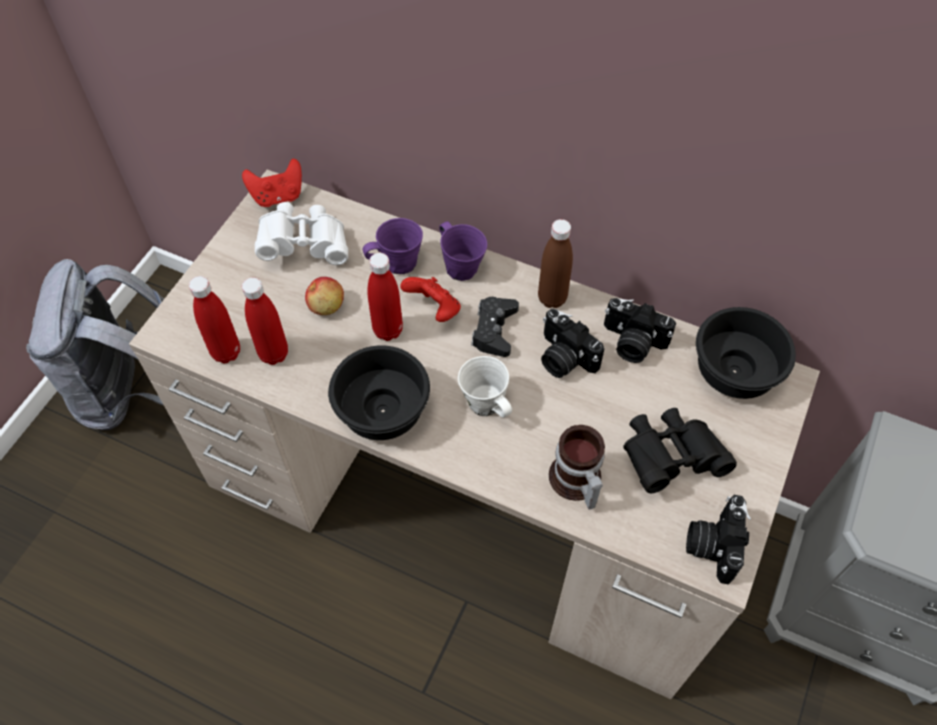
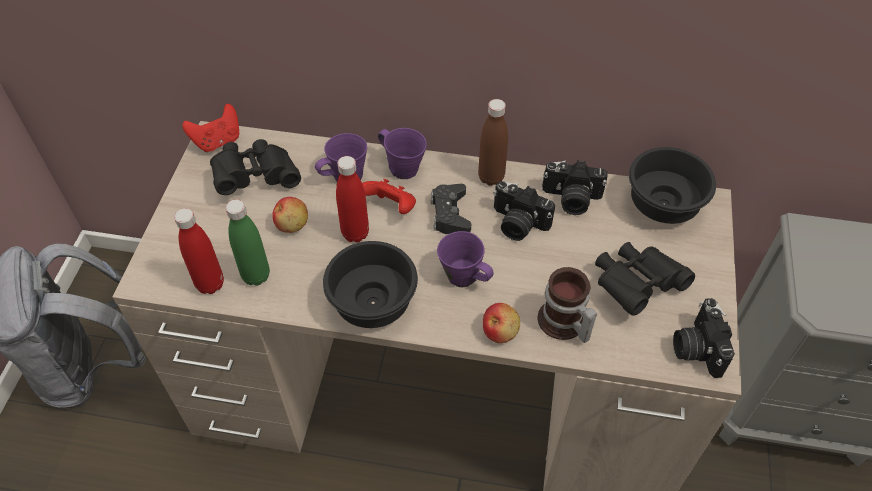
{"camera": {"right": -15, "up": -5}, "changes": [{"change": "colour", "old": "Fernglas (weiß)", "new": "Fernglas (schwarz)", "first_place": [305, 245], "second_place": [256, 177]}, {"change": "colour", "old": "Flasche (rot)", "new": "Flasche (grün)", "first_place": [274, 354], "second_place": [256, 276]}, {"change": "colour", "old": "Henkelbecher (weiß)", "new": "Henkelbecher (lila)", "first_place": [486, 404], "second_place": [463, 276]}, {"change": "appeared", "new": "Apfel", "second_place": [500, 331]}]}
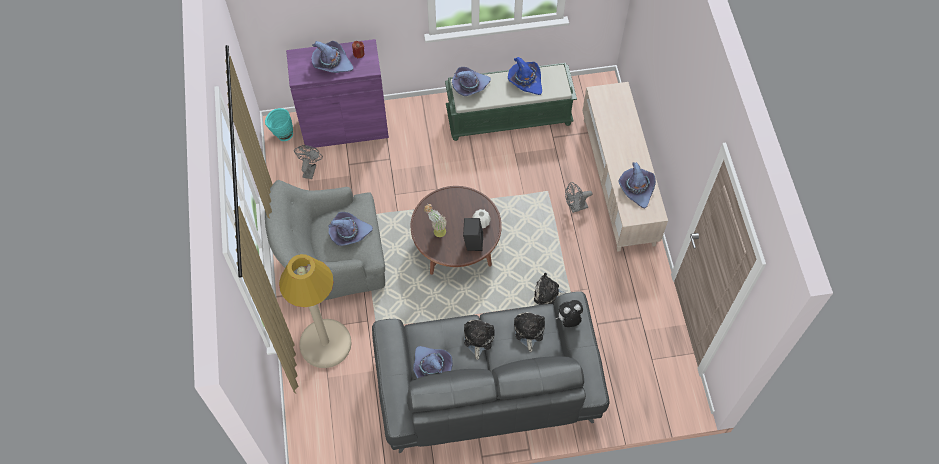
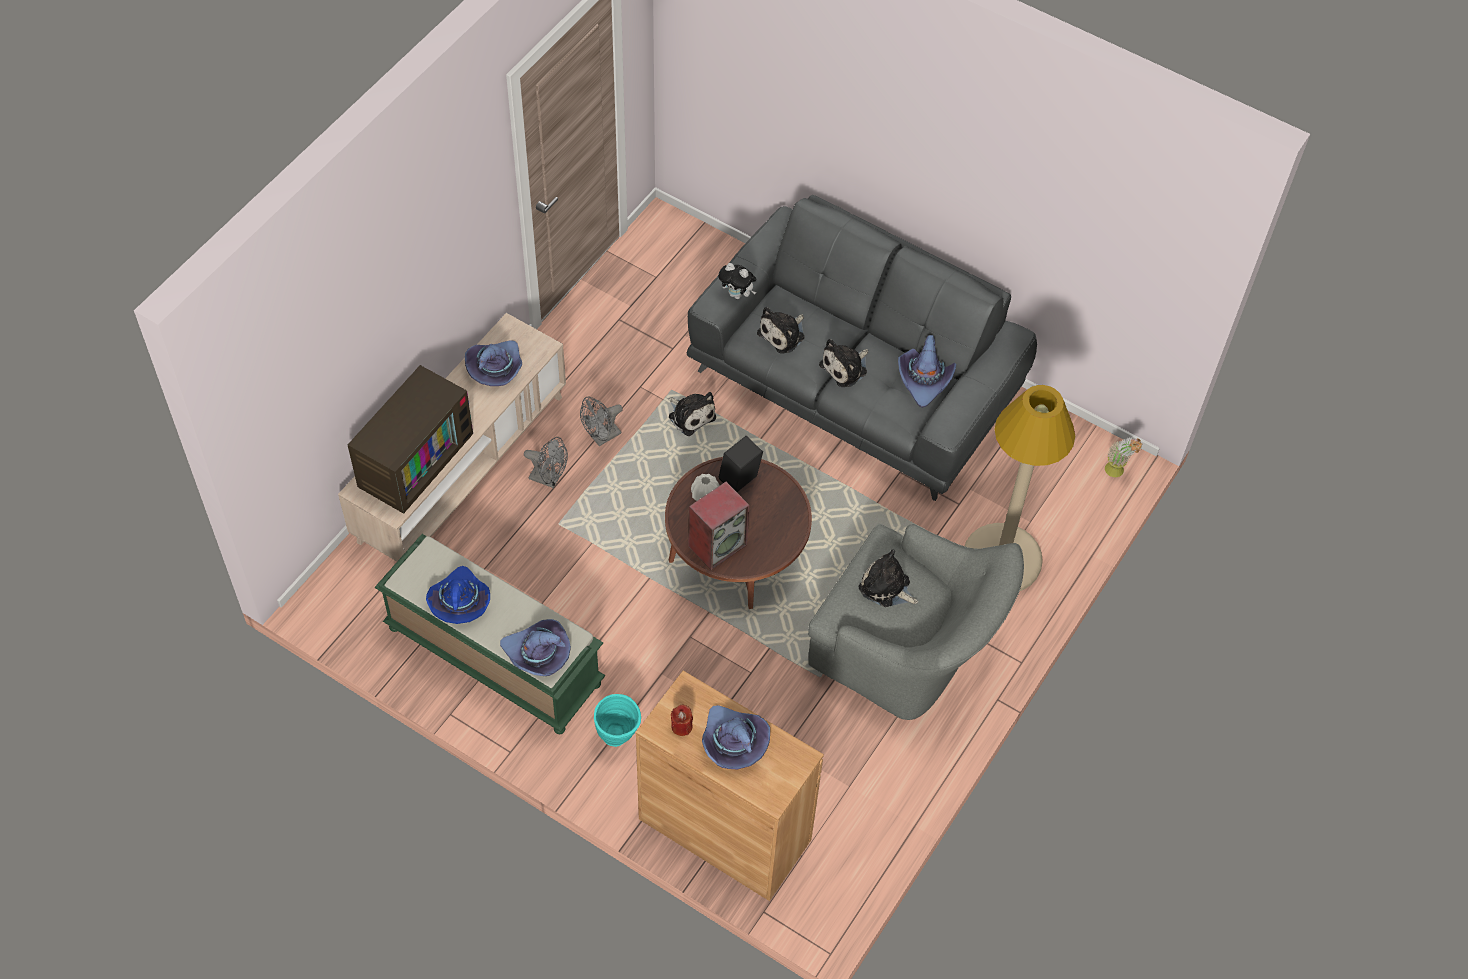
{"camera": {"right": -140, "up": -5}, "changes": [{"change": "colour", "old": "Schrank (lila)", "new": "Schrank (braun)", "first_place": [345, 126], "second_place": [724, 829]}, {"change": "relocated", "old": "Vase (türkis)", "first_place": [282, 135], "second_place": [618, 739]}, {"change": "relocated", "old": "Ventilator (grau)", "first_place": [310, 169], "second_place": [602, 437]}, {"change": "relocated", "old": "Topfpflanze", "first_place": [436, 231], "second_place": [1117, 473]}, {"change": "exchanged", "old": "Hut (lila)", "new": "Plüschtier", "first_place": [349, 233], "second_place": [886, 587]}, {"change": "appeared", "new": "Fernseher", "second_place": [413, 457]}, {"change": "appeared", "new": "Lautsprecher", "second_place": [717, 545]}]}
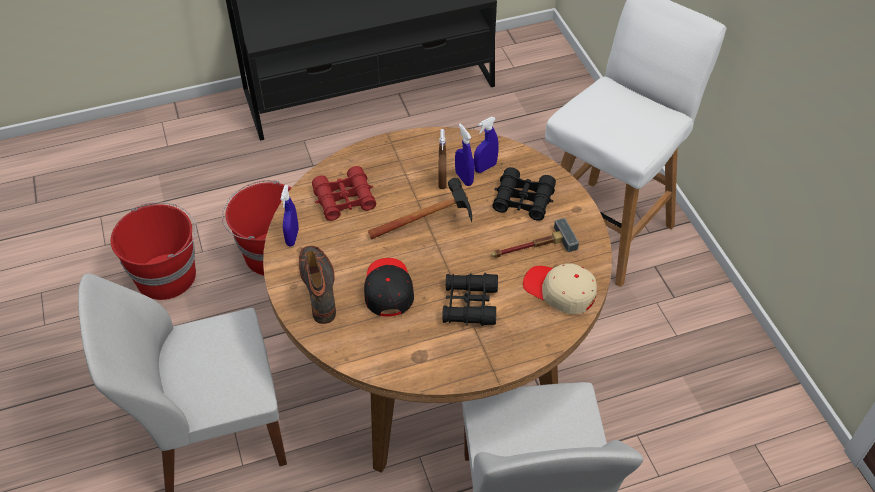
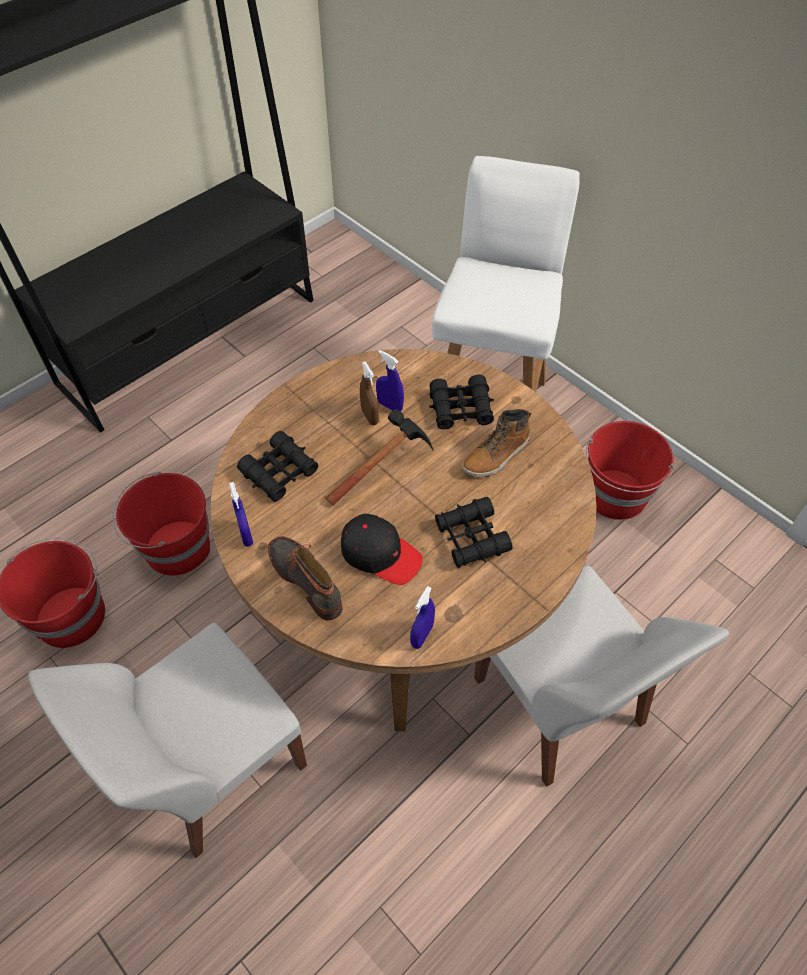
{"camera": {"right": -25, "up": 5}, "changes": [{"change": "relocated", "old": "Sprühflasche (blau)", "first_place": [485, 167], "second_place": [422, 635]}, {"change": "colour", "old": "Fernglas (rot)", "new": "Fernglas (schwarz)", "first_place": [345, 199], "second_place": [279, 472]}, {"change": "exchanged", "old": "Hammer", "new": "Stiefel", "first_place": [531, 248], "second_place": [496, 455]}, {"change": "spun", "old": "Kappe (schwarz)", "first_place": [388, 289], "second_place": [380, 554], "degrees": 150}, {"change": "missing", "old": "Kappe (beige)", "first_place": [559, 291]}, {"change": "appeared", "new": "Eimer (rot)", "second_place": [615, 495]}]}
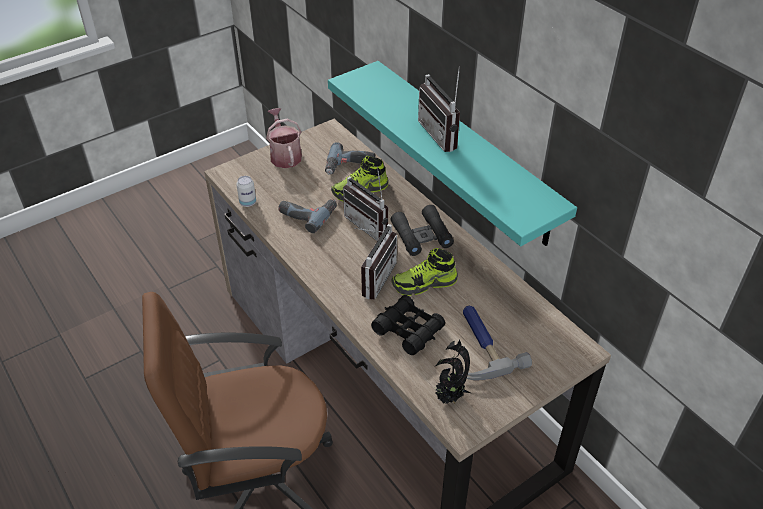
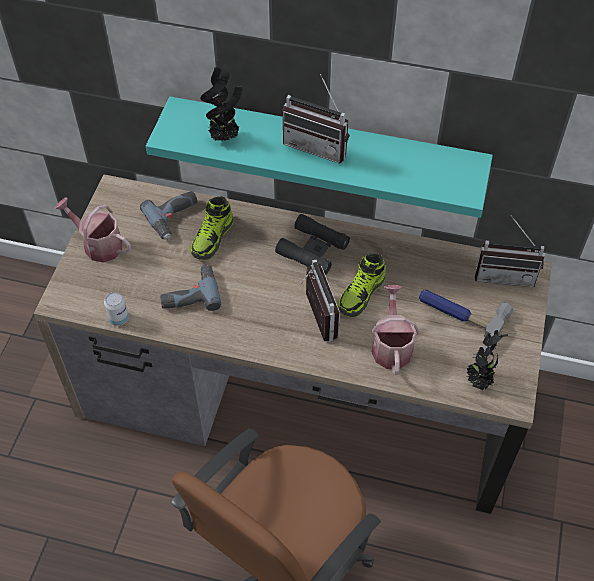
{"camera": {"right": -40, "up": 10}, "changes": [{"change": "relocated", "old": "Radio", "first_place": [371, 224], "second_place": [505, 273]}, {"change": "exchanged", "old": "Fernglas (schwarz)", "new": "Gießkanne", "first_place": [408, 330], "second_place": [391, 346]}, {"change": "appeared", "new": "Topfpflanze", "second_place": [225, 137]}]}
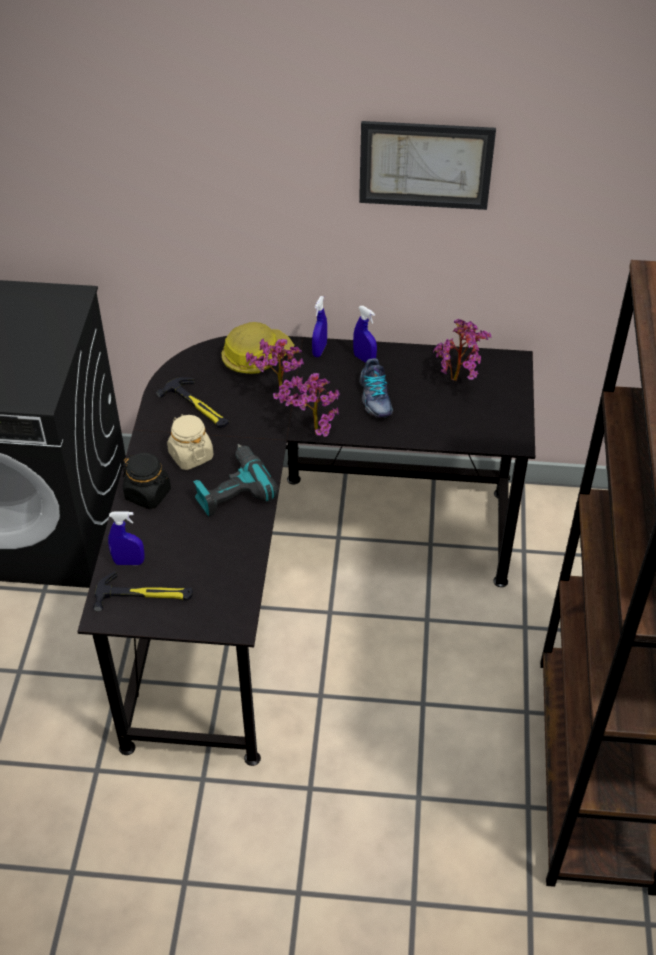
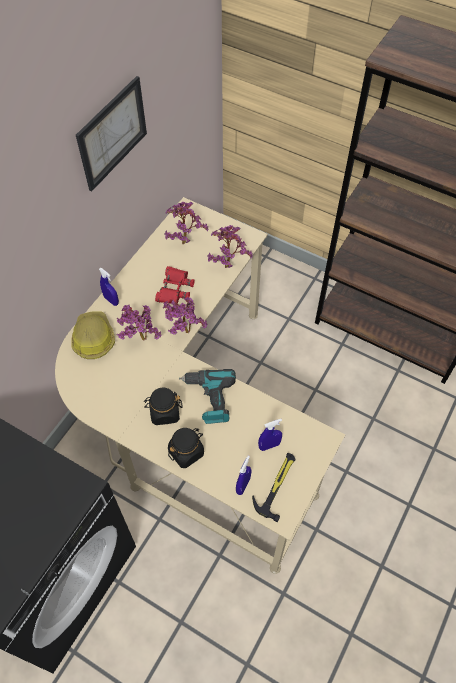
{"camera": {"right": -65, "up": 10}, "changes": [{"change": "relocated", "old": "Sprühflasche (blau)", "first_place": [364, 359], "second_place": [269, 445]}, {"change": "colour", "old": "Schreibtisch (schwarz)", "new": "Schreibtisch (beige)", "first_place": [293, 576], "second_place": [192, 419]}, {"change": "exchanged", "old": "Schuh", "new": "Fernglas (rot)", "first_place": [374, 398], "second_place": [174, 289]}, {"change": "missing", "old": "Hammer", "first_place": [197, 406]}, {"change": "colour", "old": "Vorratsglas (beige)", "new": "Vorratsglas (schwarz)", "first_place": [190, 455], "second_place": [164, 412]}, {"change": "appeared", "new": "Topfpflanze", "second_place": [228, 264]}]}
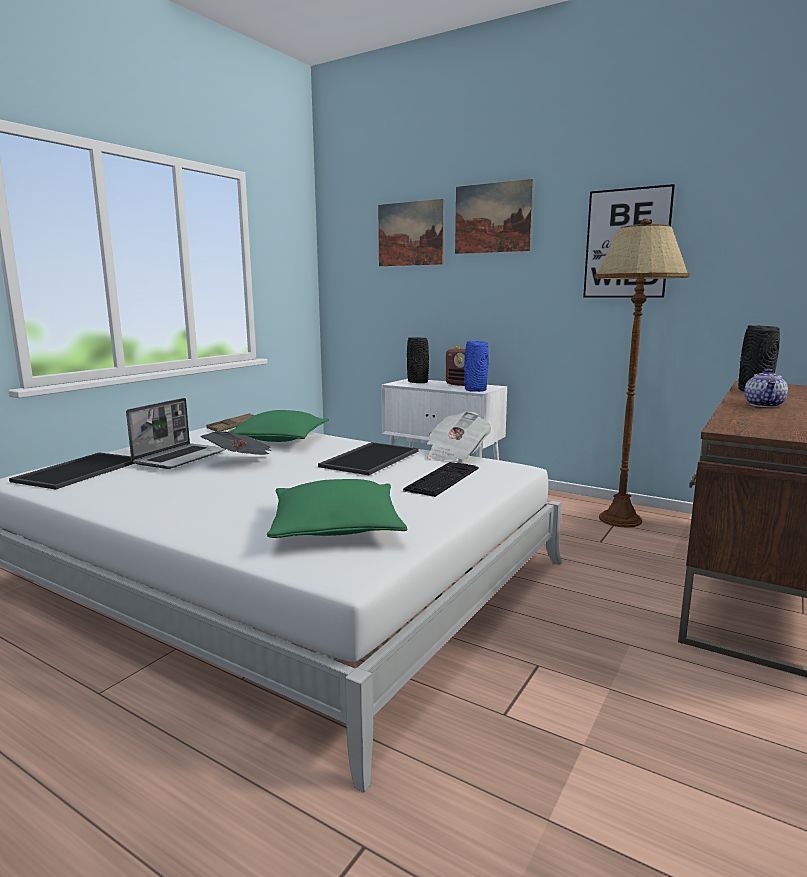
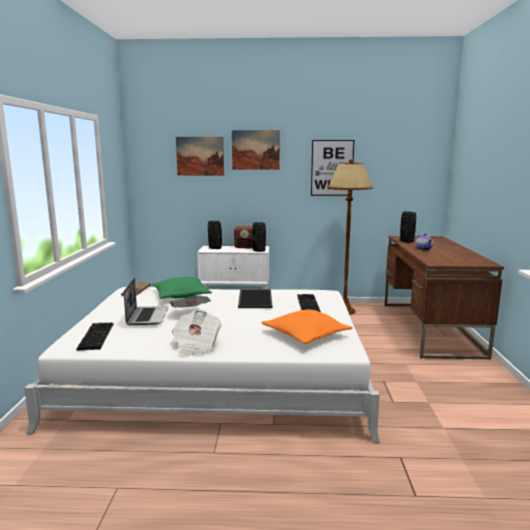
{"camera": {"right": -30, "up": 0}, "changes": [{"change": "colour", "old": "Vase (blau)", "new": "Vase (schwarz)", "first_place": [475, 390], "second_place": [259, 250]}, {"change": "relocated", "old": "Zeitung", "first_place": [455, 454], "second_place": [196, 346]}, {"change": "exchanged", "old": "Tablett", "new": "Tastatur", "first_place": [79, 470], "second_place": [95, 336]}, {"change": "colour", "old": "Kissen (grün)", "new": "Kissen (orange)", "first_place": [336, 527], "second_place": [306, 335]}]}
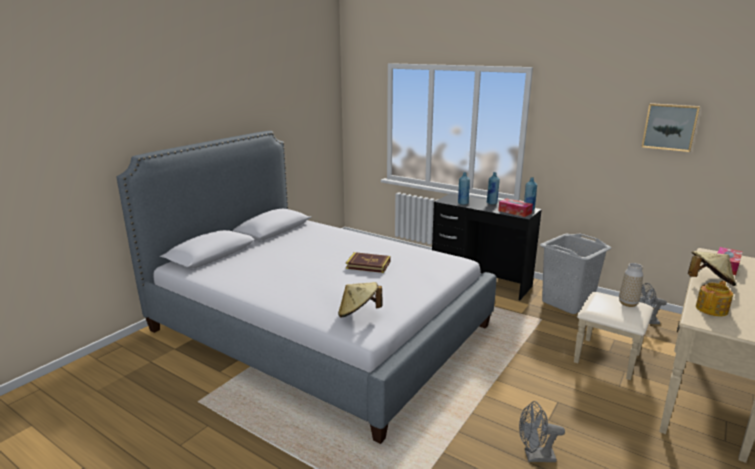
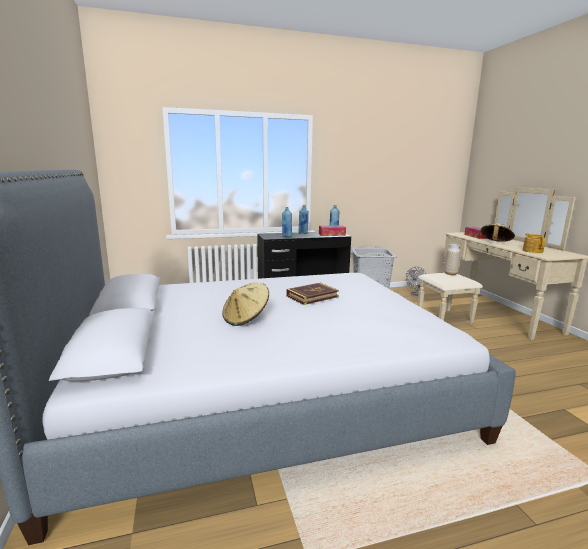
{"camera": {"right": -50, "up": -5}, "changes": [{"change": "missing", "old": "Bild", "first_place": [670, 127]}, {"change": "relocated", "old": "Hut (beige)", "first_place": [358, 313], "second_place": [246, 318]}, {"change": "missing", "old": "Ventilator (grau)", "first_place": [535, 456]}]}
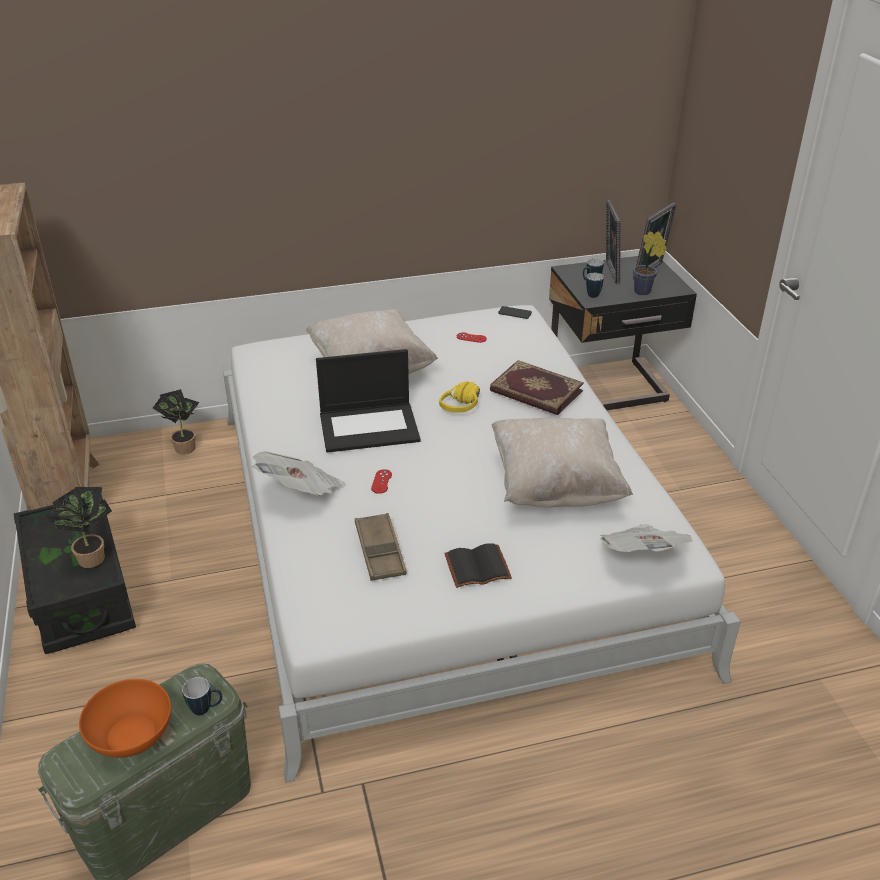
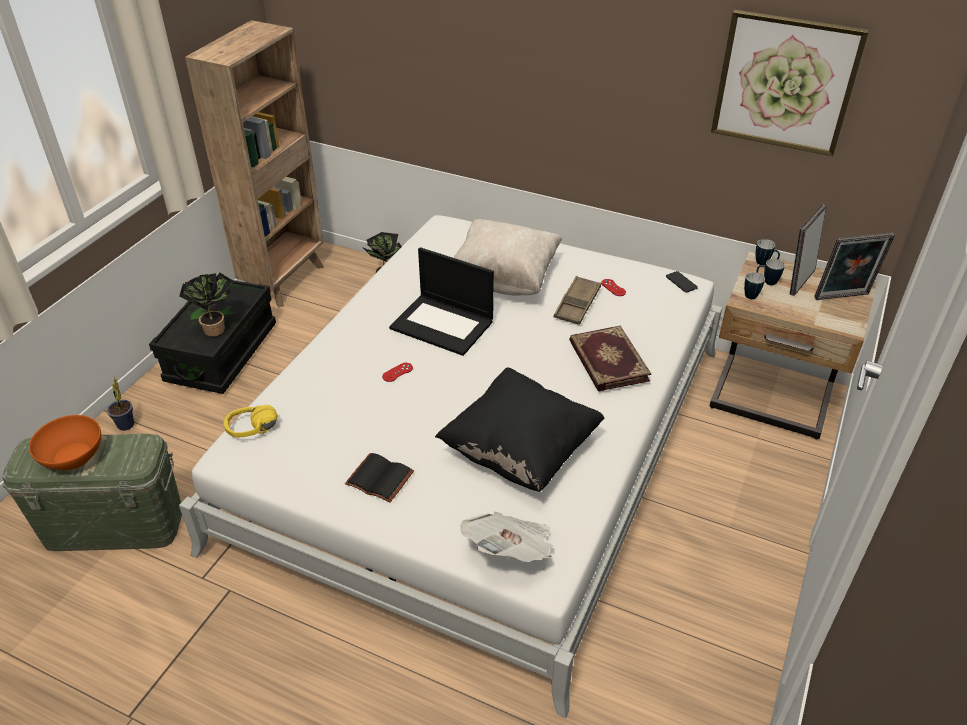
{"camera": {"right": 40, "up": 5}, "changes": [{"change": "relocated", "old": "Topfpflanze", "first_place": [644, 292], "second_place": [126, 426]}, {"change": "colour", "old": "Nachttisch (schwarz)", "new": "Nachttisch (beige)", "first_place": [609, 390], "second_place": [771, 400]}, {"change": "relocated", "old": "Kopfhörer (gelb)", "first_place": [467, 408], "second_place": [254, 434]}, {"change": "colour", "old": "Kissen (beige)", "new": "Kissen (schwarz)", "first_place": [555, 486], "second_place": [520, 451]}, {"change": "missing", "old": "Zeitung", "first_place": [301, 492]}, {"change": "relocated", "old": "Tablett (braun)", "first_place": [380, 551], "second_place": [577, 304]}, {"change": "relocated", "old": "Henkelbecher", "first_place": [206, 709], "second_place": [764, 263]}, {"change": "appeared", "new": "Bild", "second_place": [785, 83]}]}
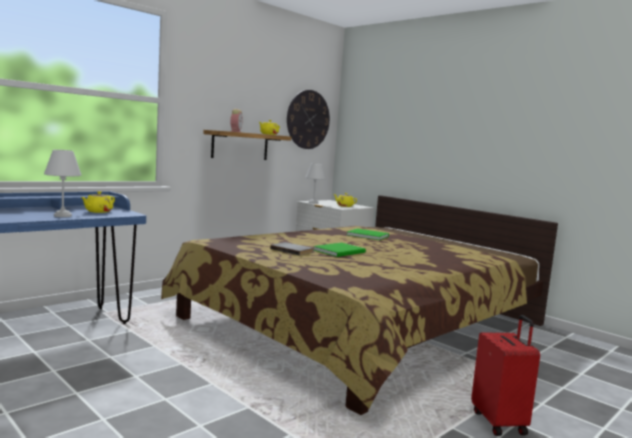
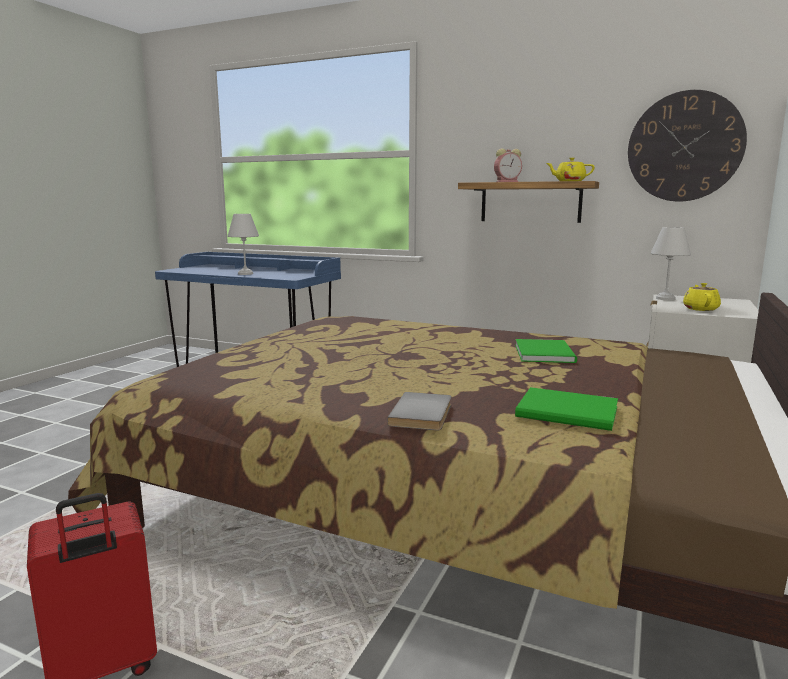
{"camera": {"right": 70, "up": 5}, "changes": [{"change": "missing", "old": "Teekanne (gelb)", "first_place": [98, 211]}, {"change": "relocated", "old": "Buch (grau)", "first_place": [292, 250], "second_place": [424, 414]}, {"change": "relocated", "old": "Buch (grün)", "first_place": [341, 251], "second_place": [570, 413]}]}
